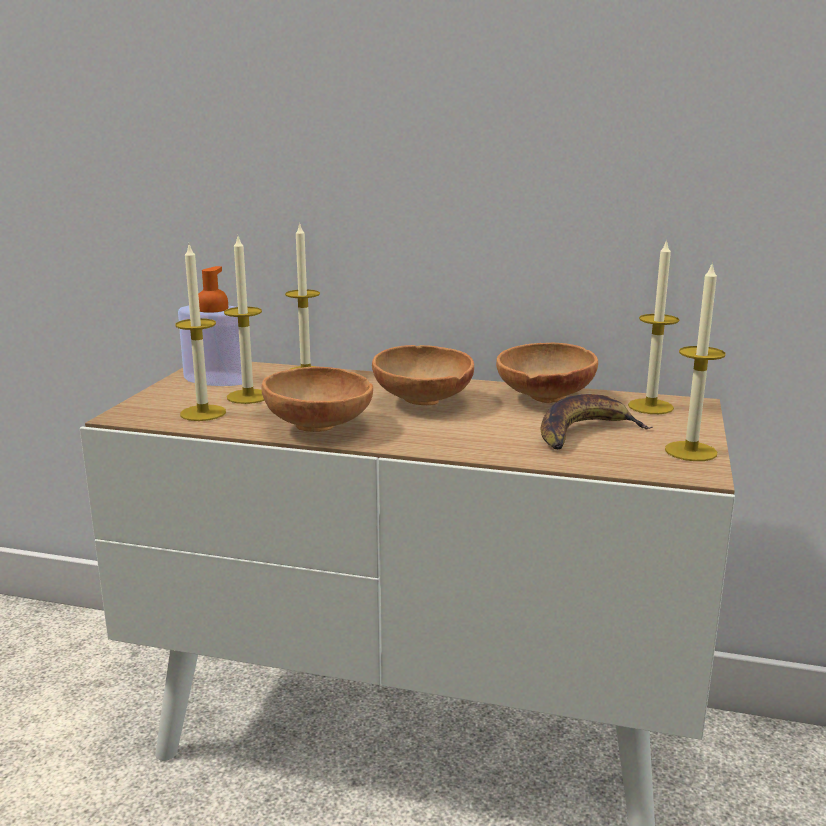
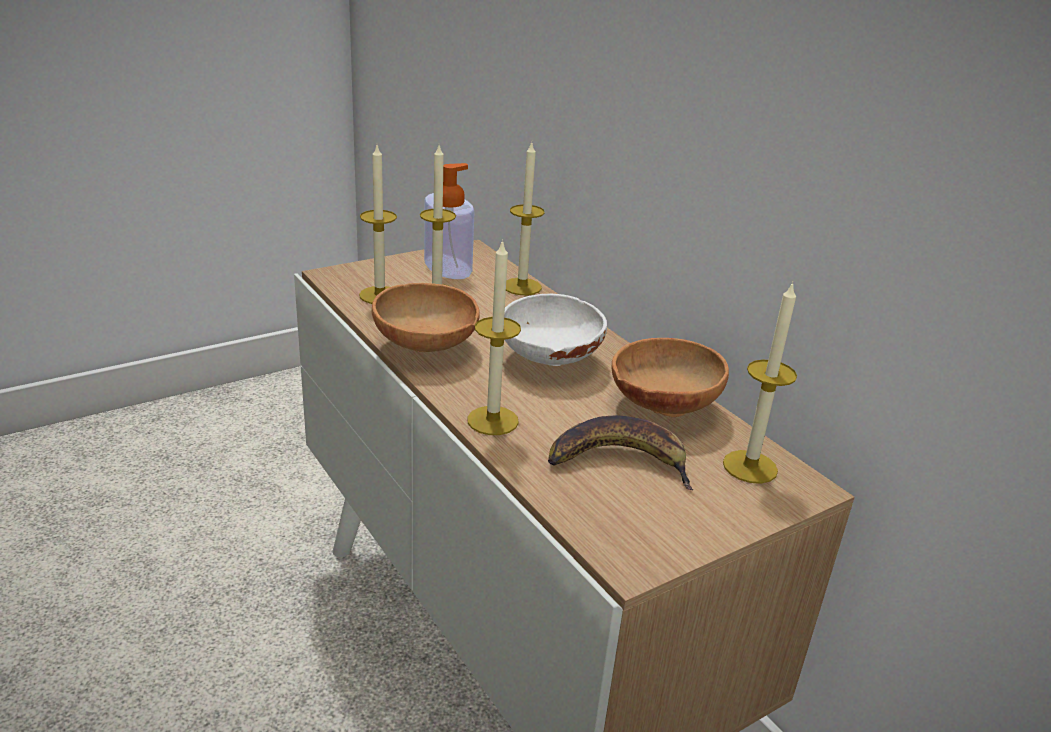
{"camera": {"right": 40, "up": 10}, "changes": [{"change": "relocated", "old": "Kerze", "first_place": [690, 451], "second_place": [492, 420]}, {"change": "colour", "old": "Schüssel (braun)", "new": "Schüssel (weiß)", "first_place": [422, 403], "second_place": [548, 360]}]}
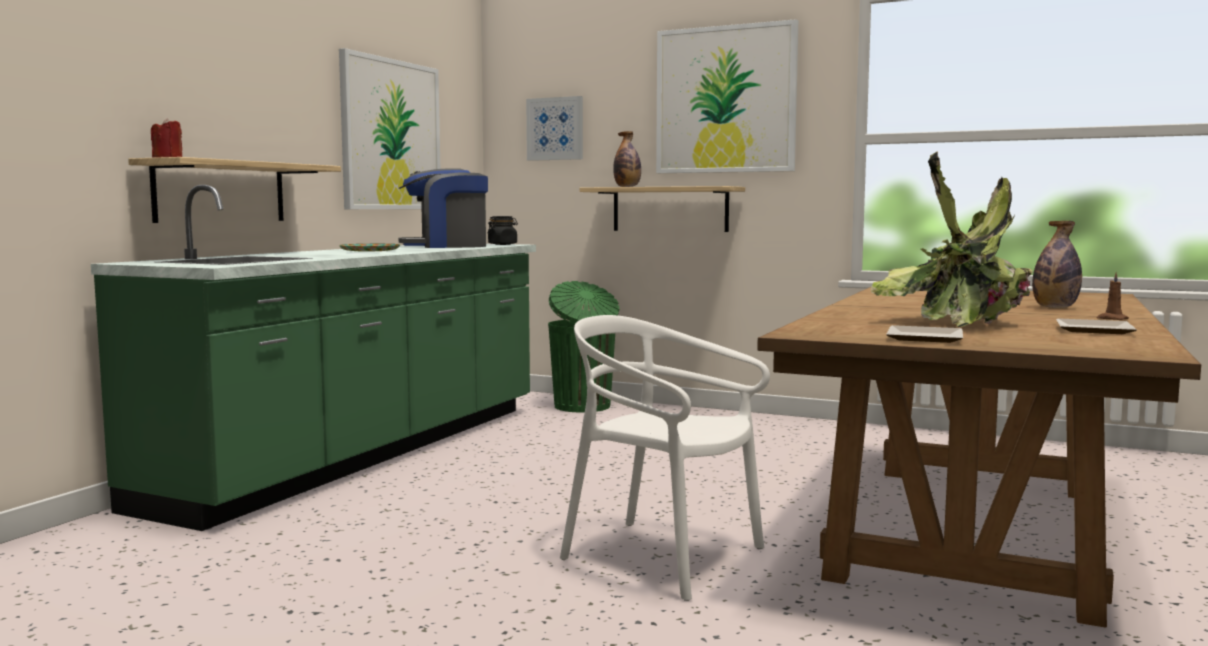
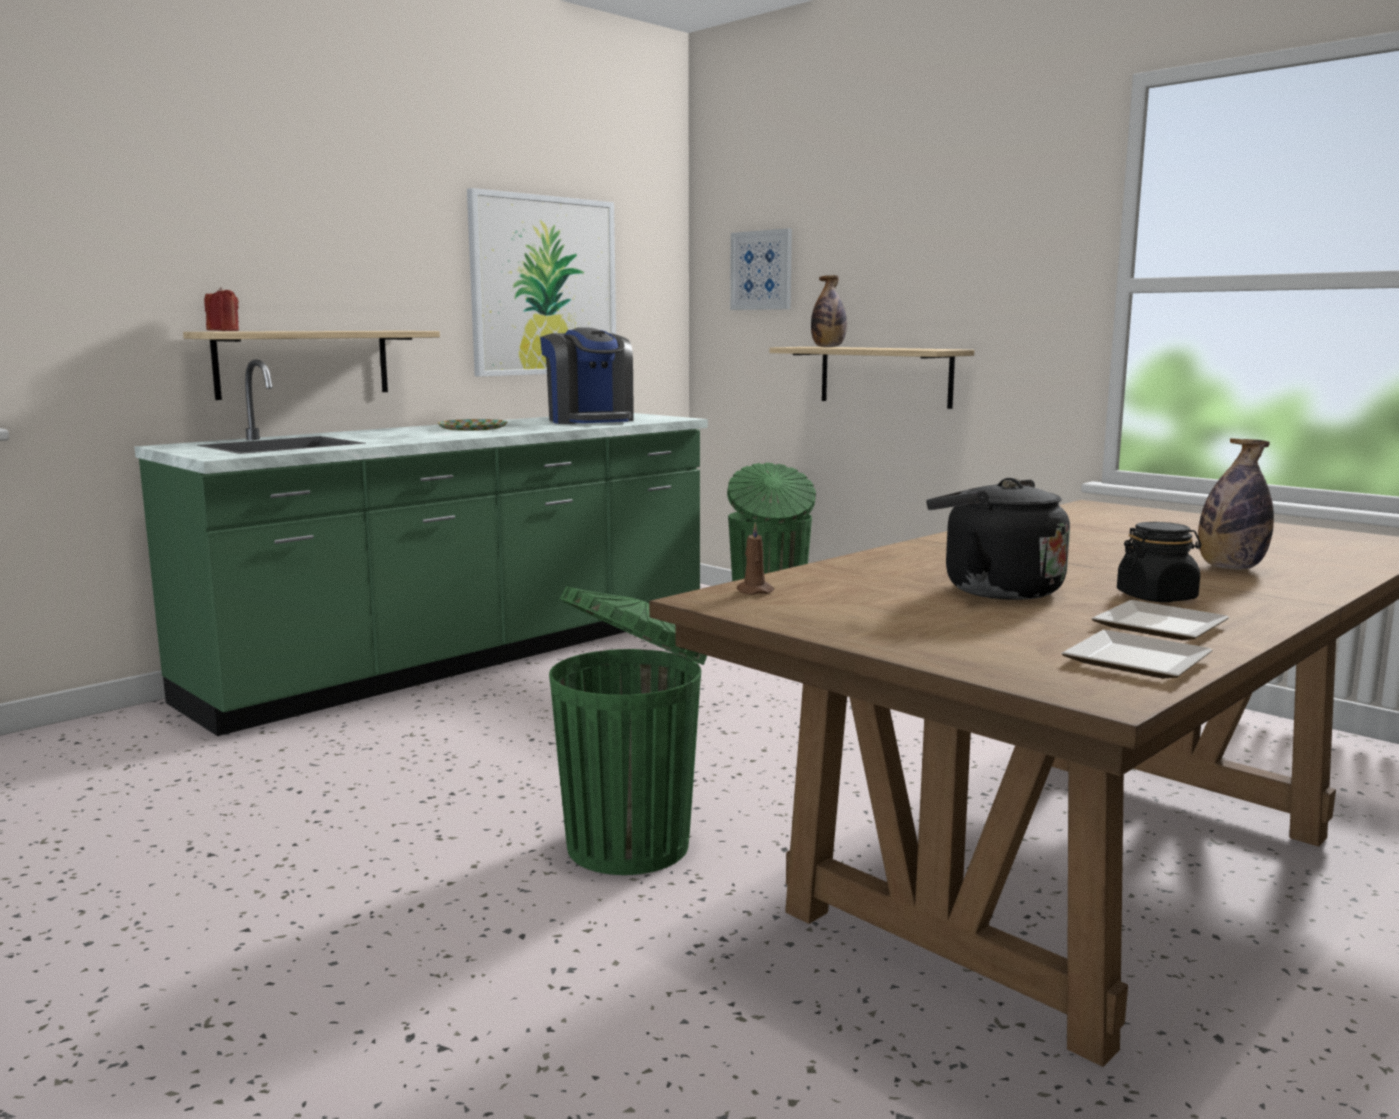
{"camera": {"right": 20, "up": 5}, "changes": [{"change": "missing", "old": "Bild", "first_place": [725, 100]}, {"change": "exchanged", "old": "Topfpflanze", "new": "Wasserkessel (schwarz)", "first_place": [957, 322], "second_place": [994, 590]}, {"change": "spun", "old": "Kaffeemaschine", "first_place": [445, 246], "second_place": [589, 420], "degrees": -120}, {"change": "relocated", "old": "Vorratsglas (schwarz)", "first_place": [502, 244], "second_place": [1156, 597]}, {"change": "relocated", "old": "Kerze (braun)", "first_place": [1111, 319], "second_place": [753, 591]}, {"change": "exchanged", "old": "Stuhl (weiß)", "new": "Mülleimer (grün)", "first_place": [662, 556], "second_place": [632, 844]}, {"change": "relocated", "old": "Teller", "first_place": [927, 338], "second_place": [1141, 661]}]}
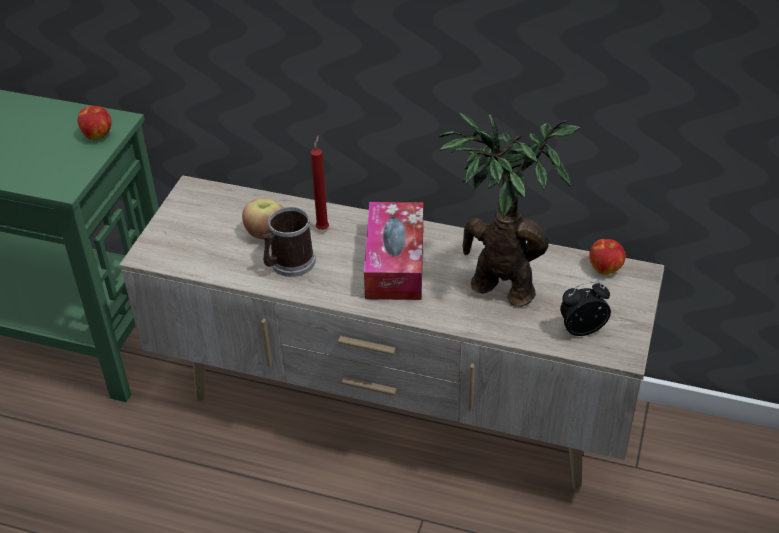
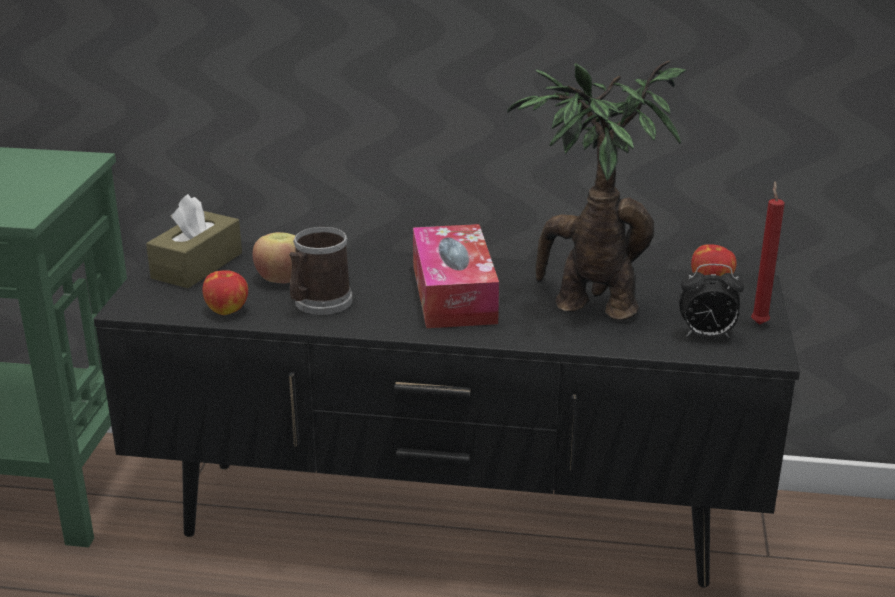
{"camera": {"right": -10, "up": -15}, "changes": [{"change": "relocated", "old": "Apfel", "first_place": [98, 135], "second_place": [227, 310]}, {"change": "relocated", "old": "Kerze (rot)", "first_place": [323, 228], "second_place": [759, 322]}, {"change": "colour", "old": "Fernsehschrank (beige)", "new": "Fernsehschrank (schwarz)", "first_place": [393, 411], "second_place": [447, 525]}, {"change": "spun", "old": "Wecker", "first_place": [581, 329], "second_place": [706, 336], "degrees": -150}, {"change": "appeared", "new": "Taschentuchbox (braun)", "second_place": [197, 265]}]}
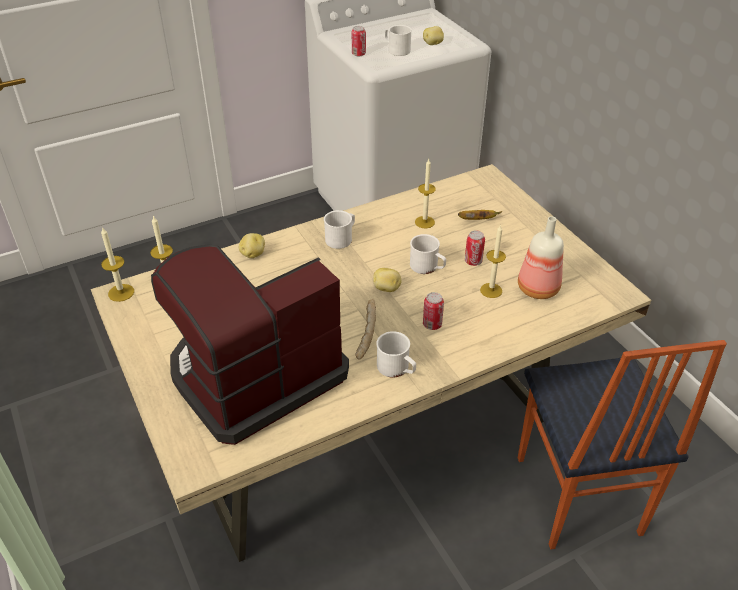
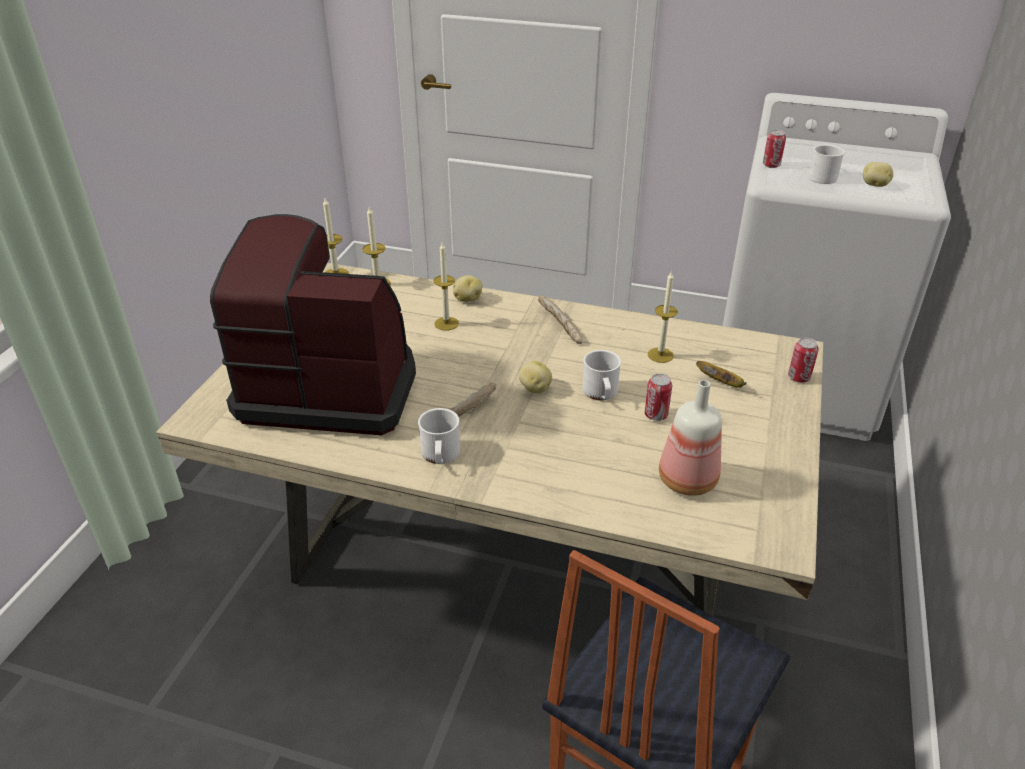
{"camera": {"right": 45, "up": -5}, "changes": [{"change": "exchanged", "old": "Henkelbecher (weiß)", "new": "Brot", "first_place": [341, 238], "second_place": [559, 326]}, {"change": "relocated", "old": "Kerze", "first_place": [491, 290], "second_place": [446, 323]}, {"change": "relocated", "old": "Dose", "first_place": [432, 324], "second_place": [799, 378]}]}
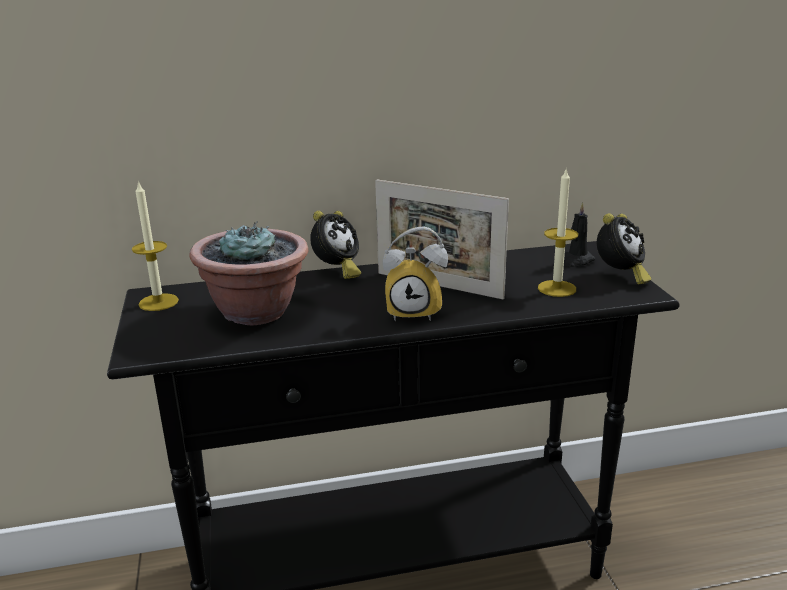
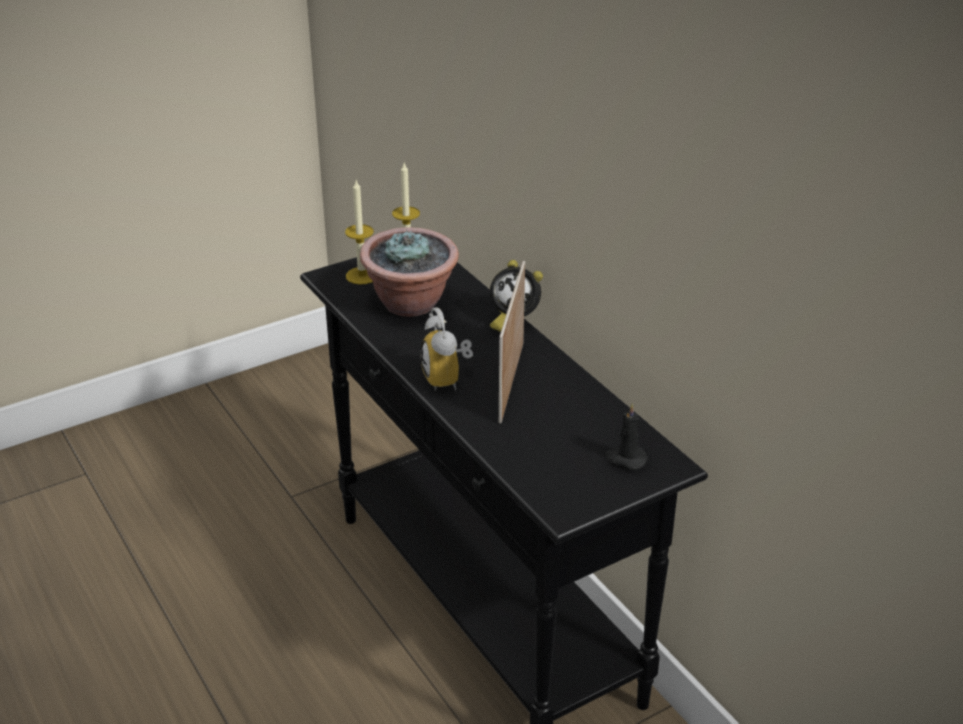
{"camera": {"right": 70, "up": 10}, "changes": [{"change": "relocated", "old": "Kerze", "first_place": [557, 288], "second_place": [362, 275]}, {"change": "missing", "old": "Wecker", "first_place": [620, 276]}]}
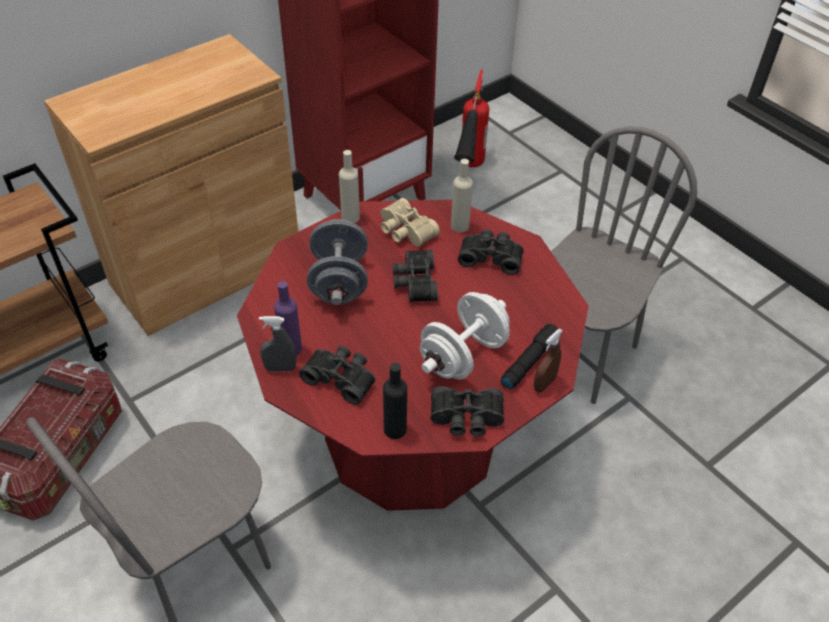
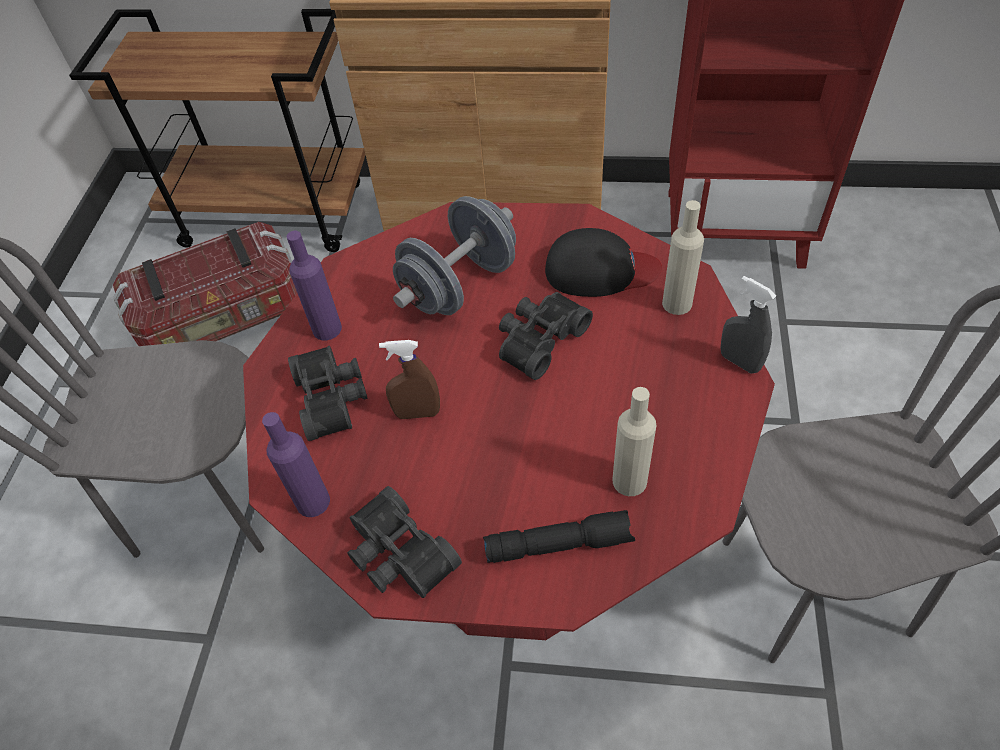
{"camera": {"right": 50, "up": 5}, "changes": [{"change": "missing", "old": "Feuerlöscher", "first_place": [468, 174]}, {"change": "relocated", "old": "Flasche (beige)", "first_place": [350, 217], "second_place": [629, 481]}, {"change": "exchanged", "old": "Fernglas (beige)", "new": "Kappe (schwarz)", "first_place": [404, 231], "second_place": [600, 270]}, {"change": "missing", "old": "Fernglas (schwarz)", "first_place": [491, 257]}, {"change": "missing", "old": "Hantel (weiß)", "first_place": [463, 355]}, {"change": "relocated", "old": "Sprühflasche (grau)", "first_place": [280, 368], "second_place": [739, 362]}, {"change": "relocated", "old": "Sprühflasche (braun)", "first_place": [544, 384], "second_place": [417, 413]}, {"change": "colour", "old": "Flasche (schwarz)", "new": "Flasche (lila)", "first_place": [395, 429], "second_place": [313, 501]}]}
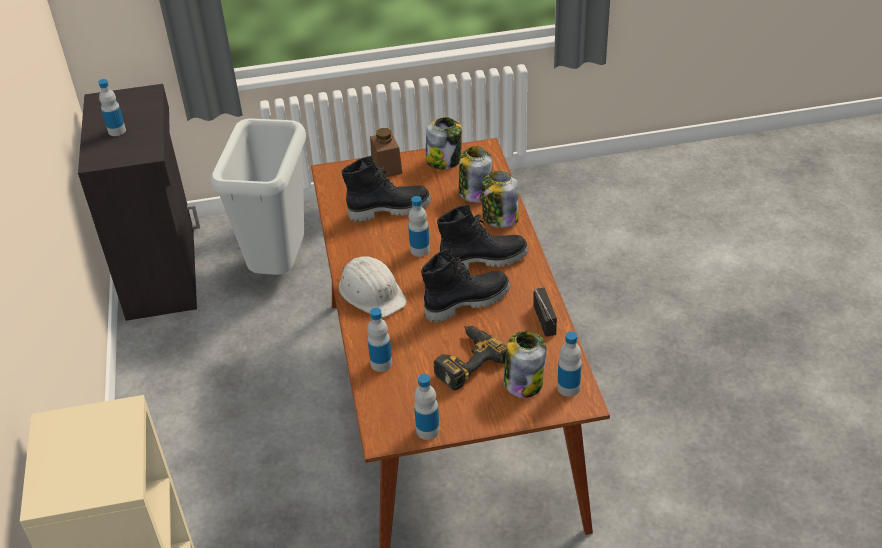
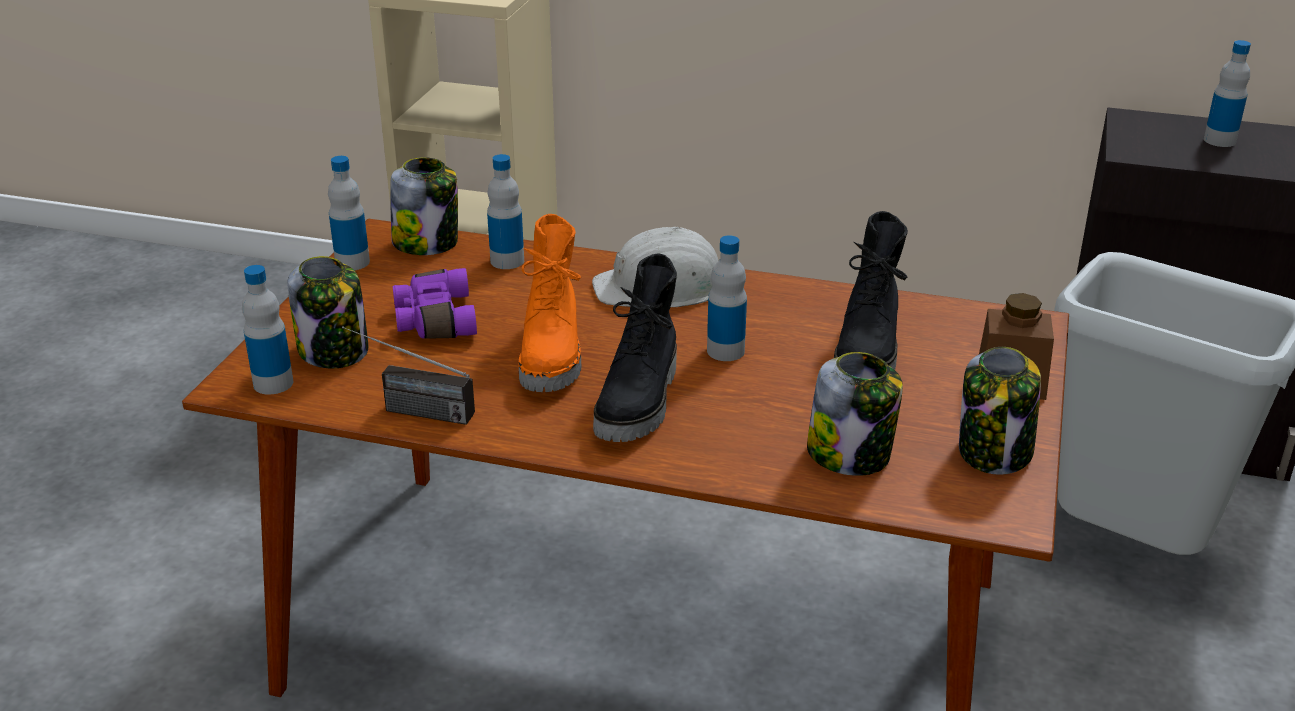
{"camera": {"right": 115, "up": -10}, "changes": [{"change": "relocated", "old": "Vorratsglas", "first_place": [499, 218], "second_place": [427, 243]}, {"change": "colour", "old": "Stiefel (schwarz)", "new": "Stiefel (orange)", "first_place": [466, 302], "second_place": [553, 356]}, {"change": "exchanged", "old": "Bohrmaschine", "new": "Fernglas (lila)", "first_place": [465, 360], "second_place": [433, 320]}]}
